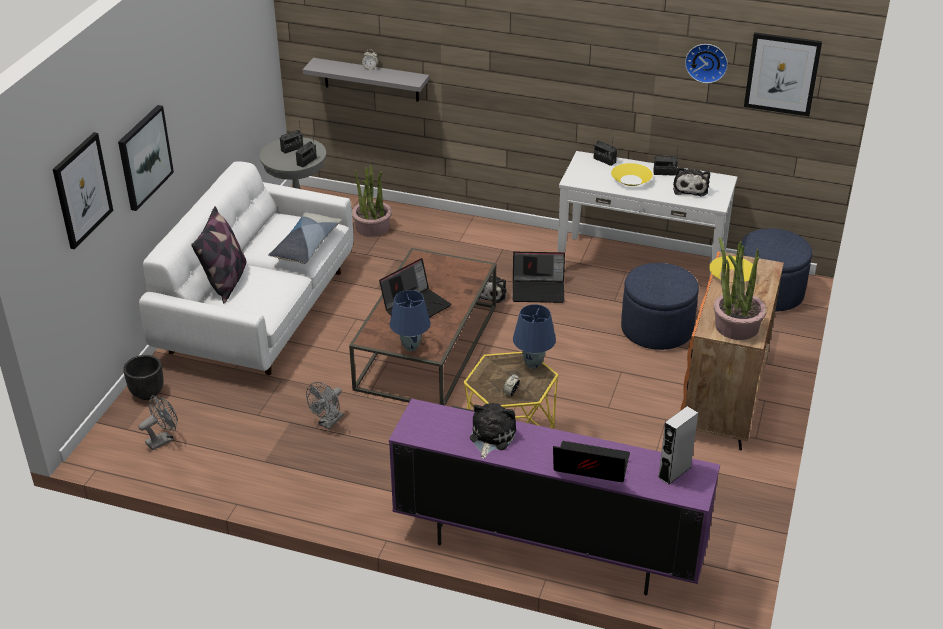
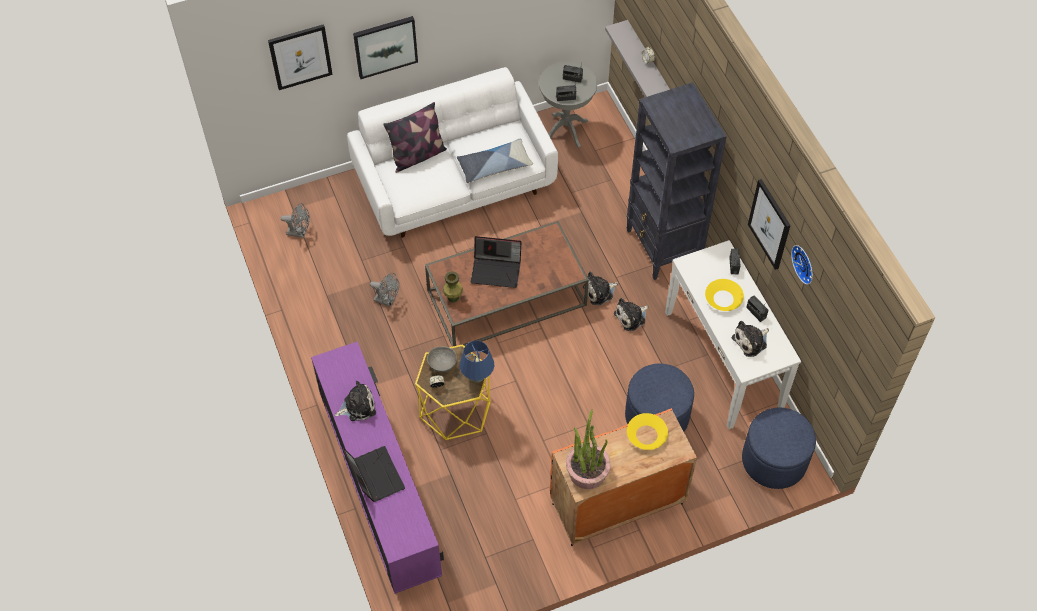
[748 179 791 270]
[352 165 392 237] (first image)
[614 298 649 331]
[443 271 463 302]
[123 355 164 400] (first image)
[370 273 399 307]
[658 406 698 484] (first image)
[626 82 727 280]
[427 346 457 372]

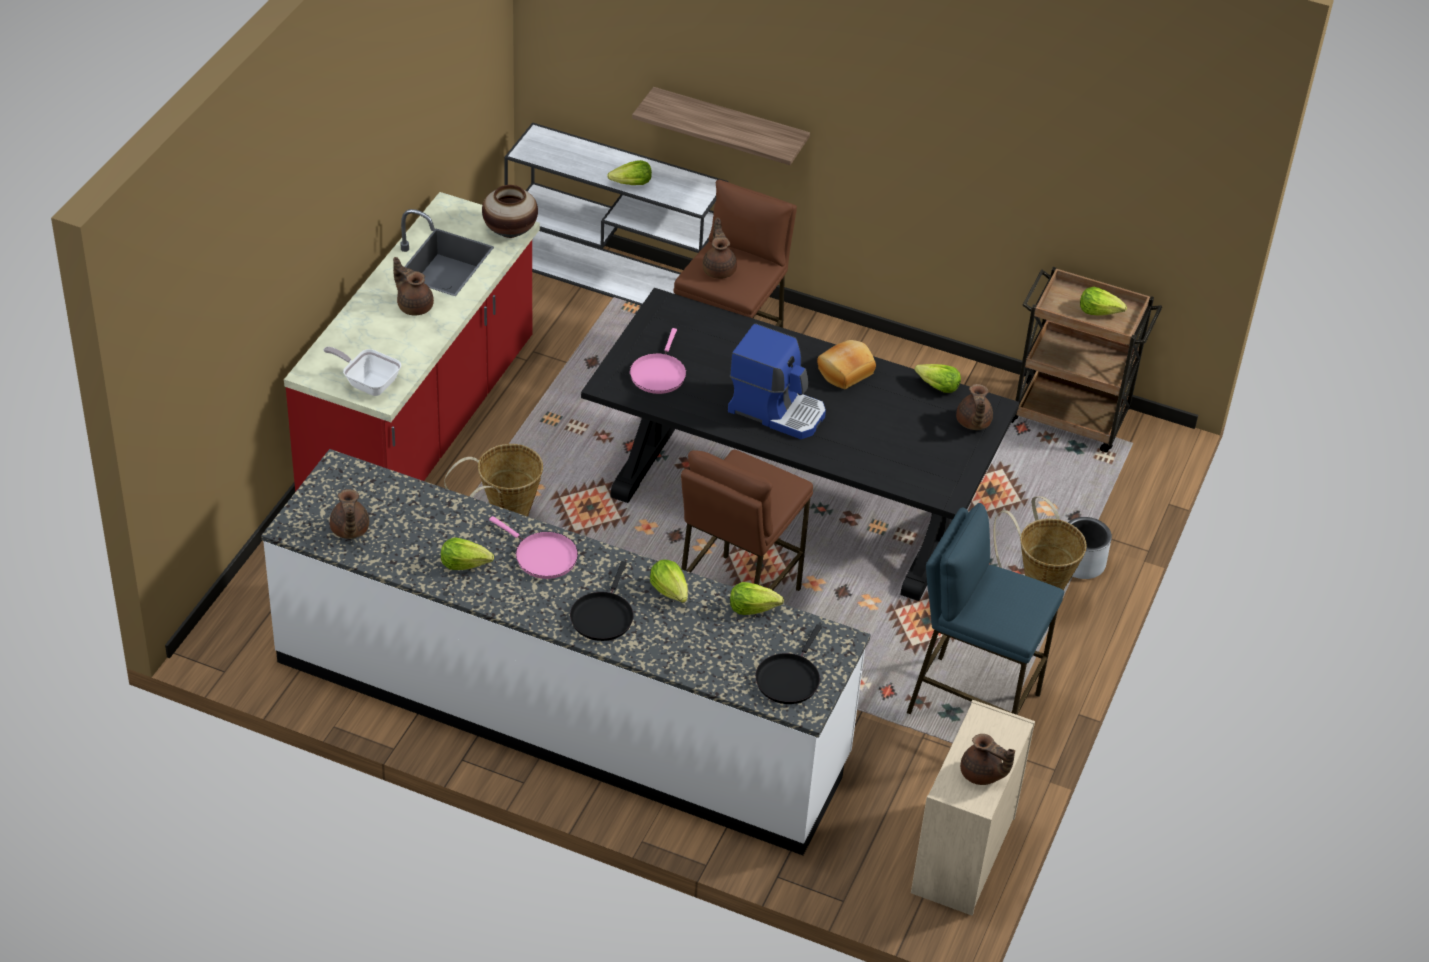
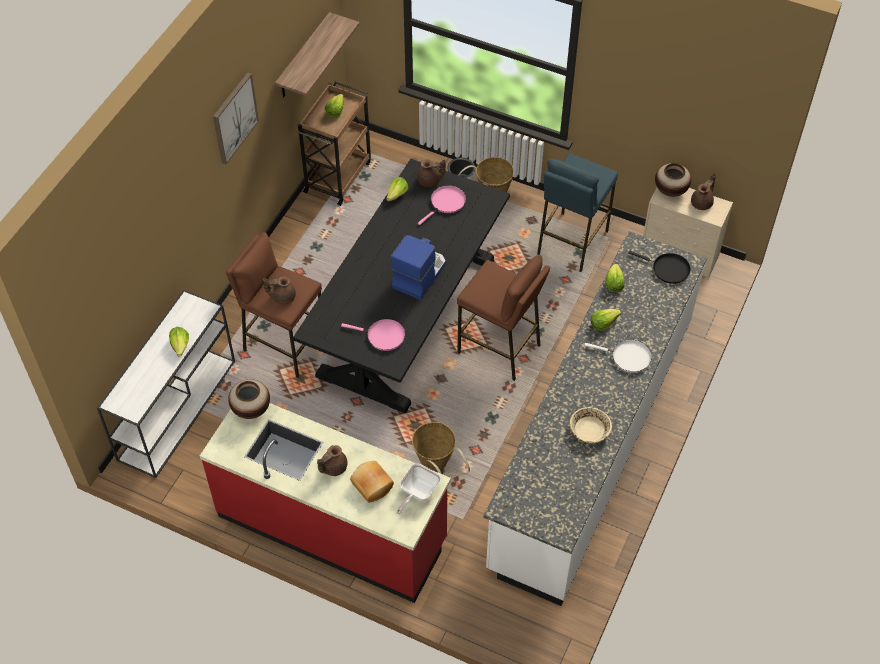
[275 12 360 97]
[350 461 394 503]
[330 489 369 539] (first image)
[418 185 466 225]
[569 407 612 444]
[585 339 652 373]
[213 72 259 164]
[655 163 691 197]

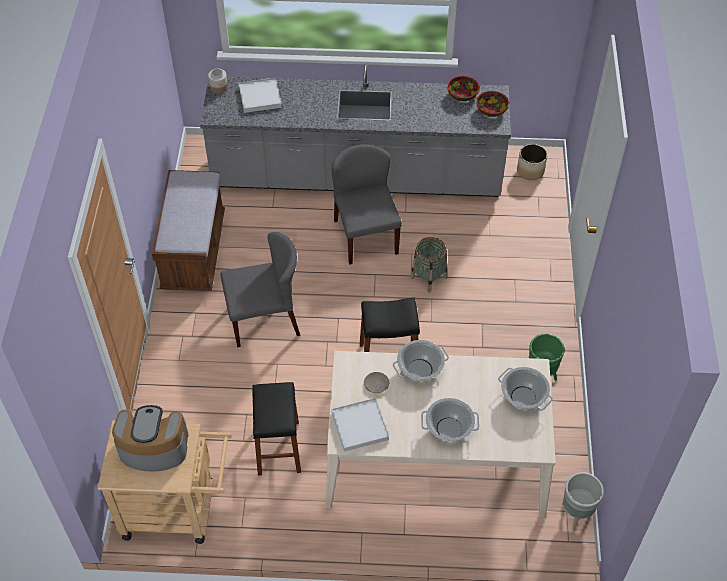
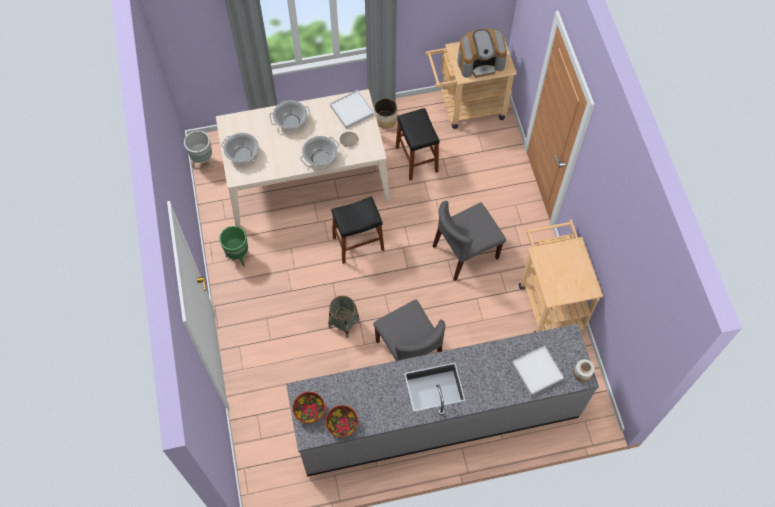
[374 98 397 129]
[519 219 603 332]

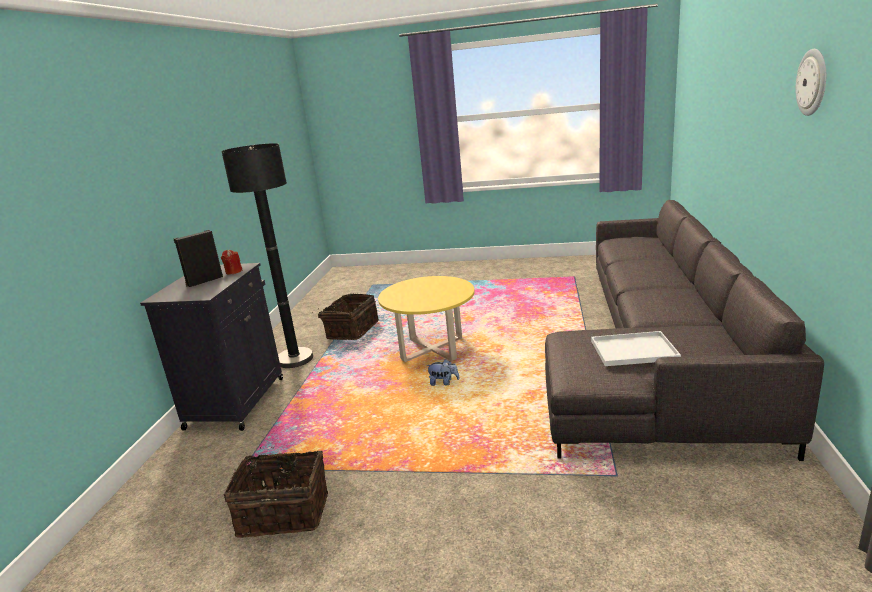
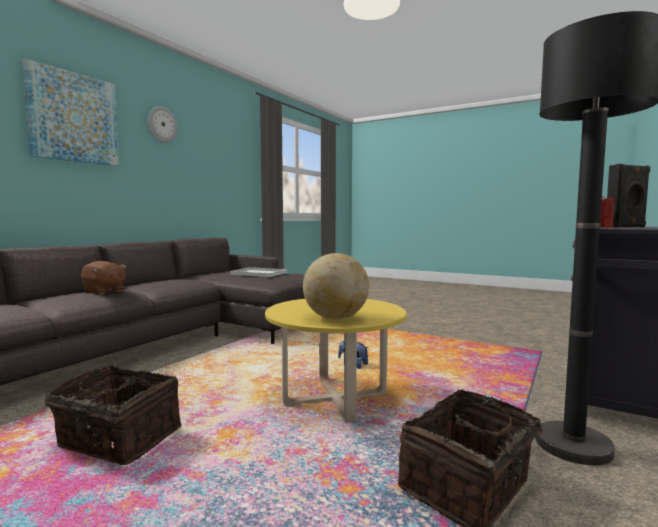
[45 365 181 465]
[22 59 119 166]
[303 253 369 320]
[81 261 127 295]

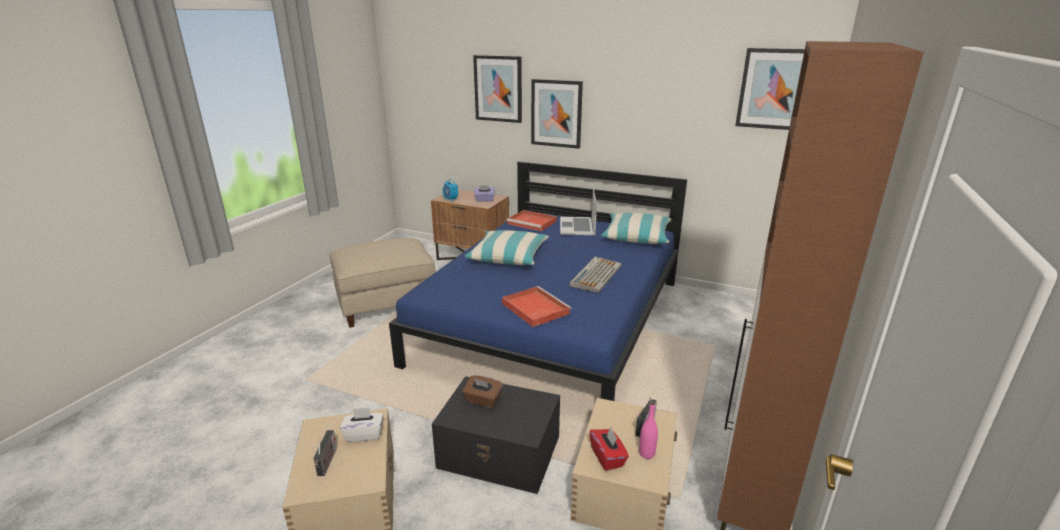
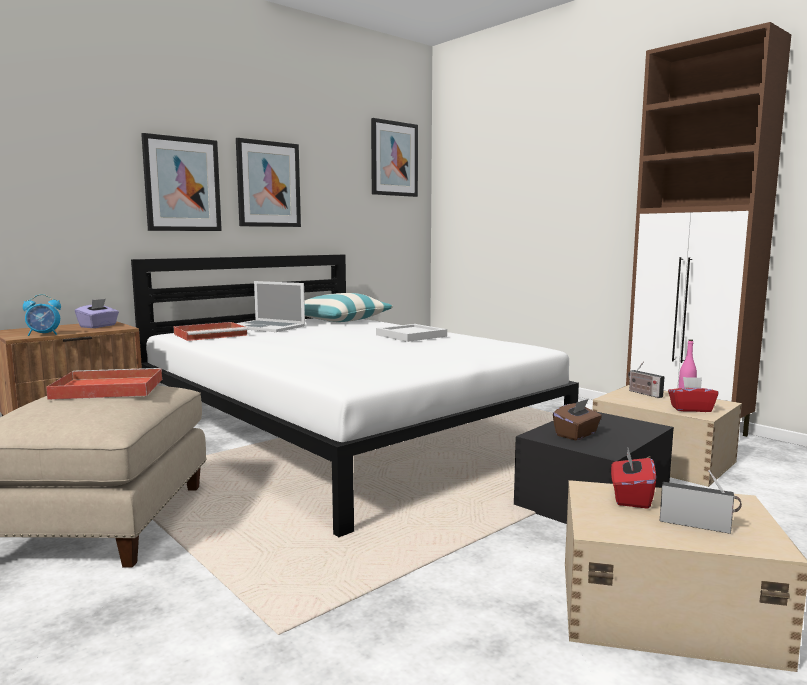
[236 138 301 227]
[131 255 579 537]
[465 230 549 265] (first image)
[376 324 447 342]
[46 368 162 400]
[611 448 656 509]

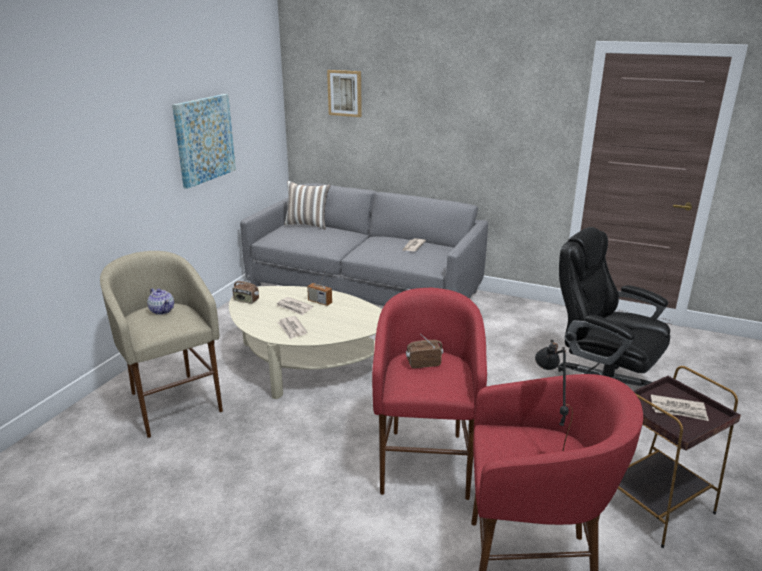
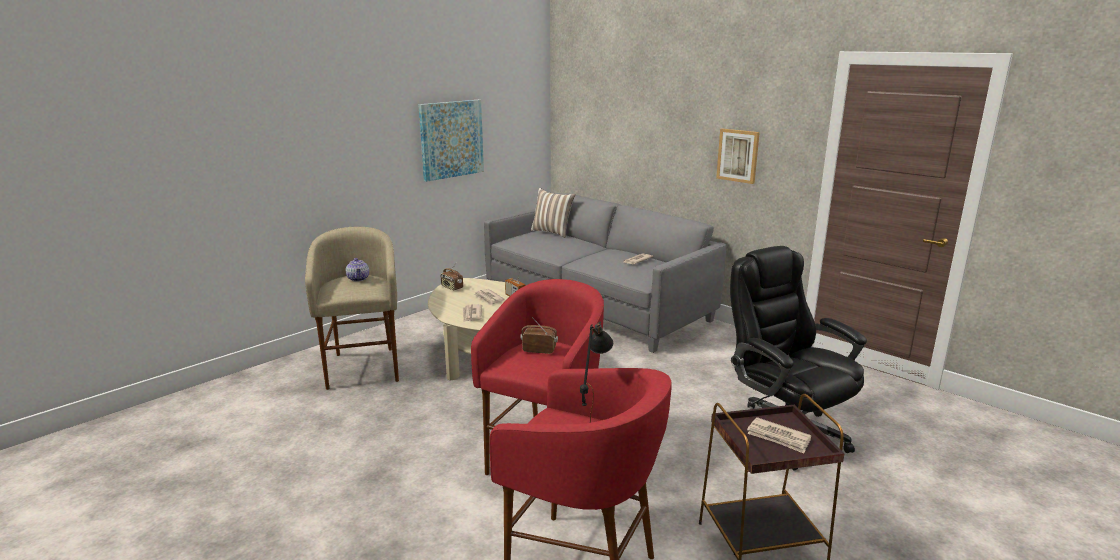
[716 129 760 184]

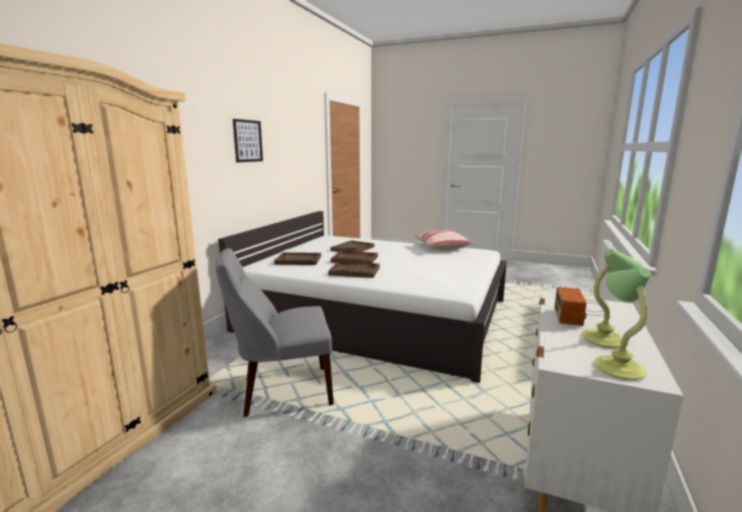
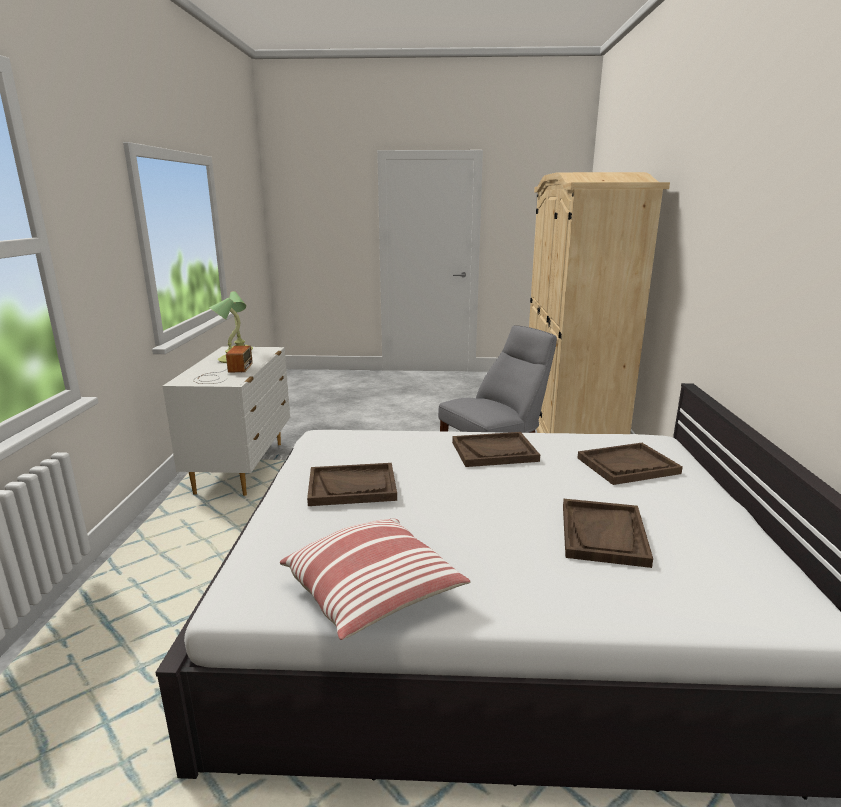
[233 119 263 162] (first image)
[307 463 397 506]

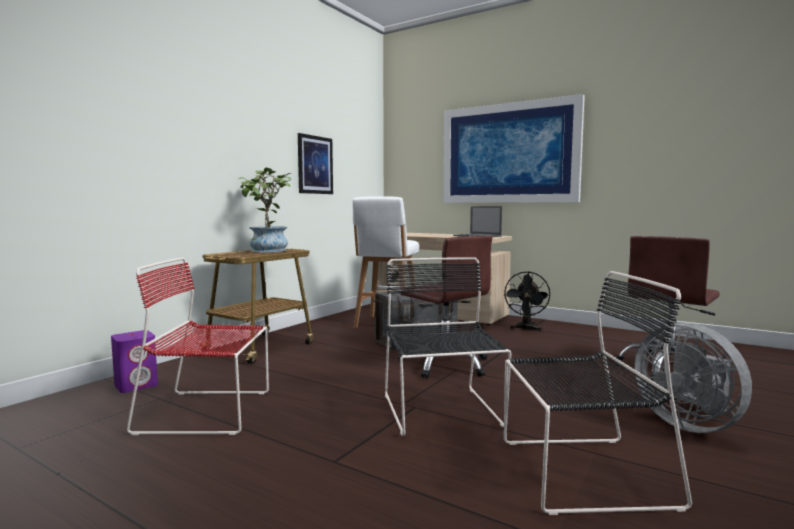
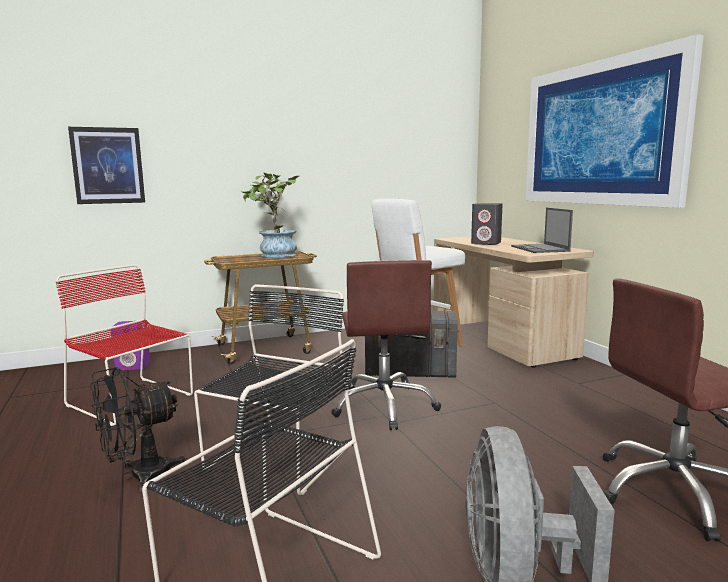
[68 127 145 204]
[90 367 185 492]
[471 203 503 245]

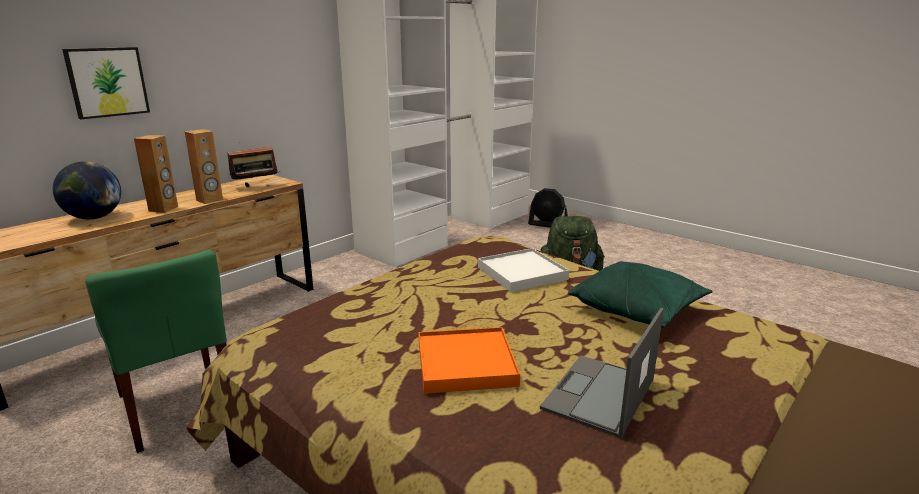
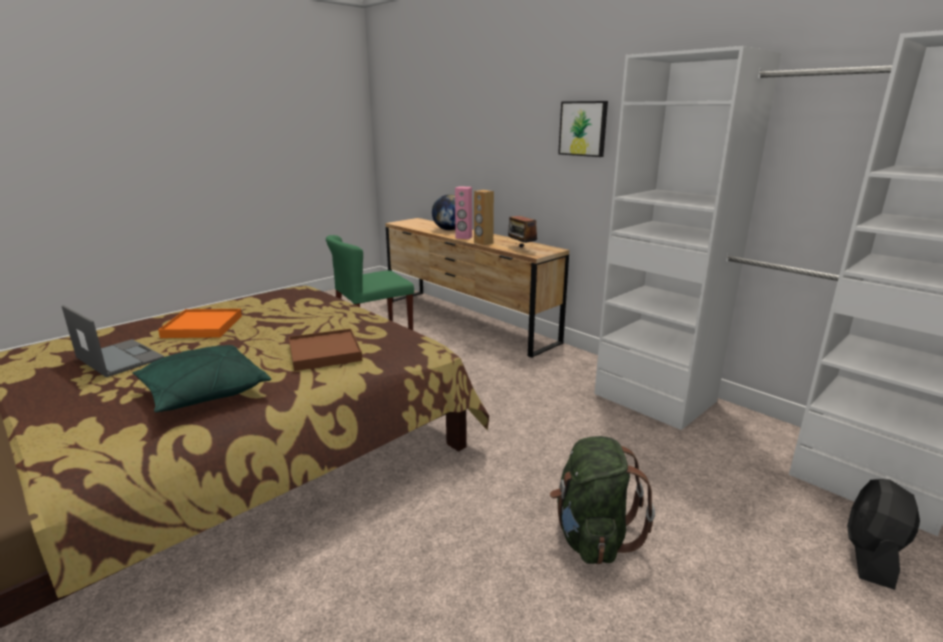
[558 101 608 157]
[455 186 472 239]
[289 329 362 371]

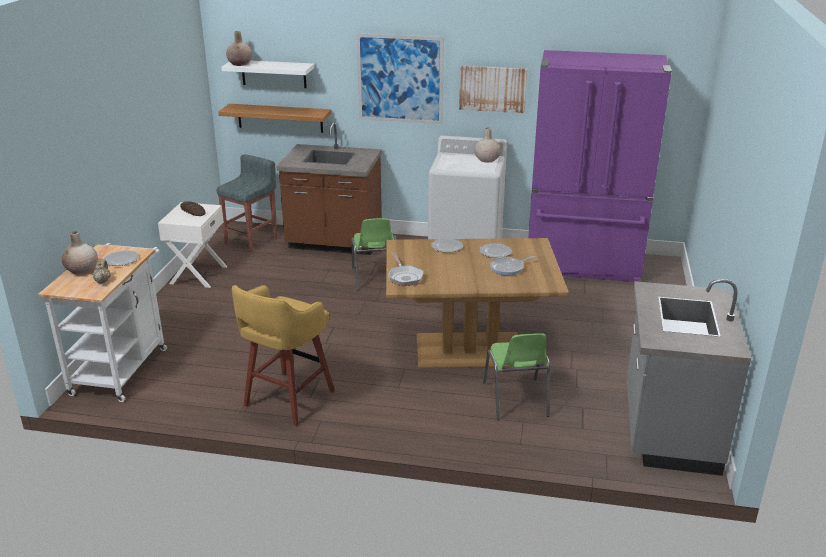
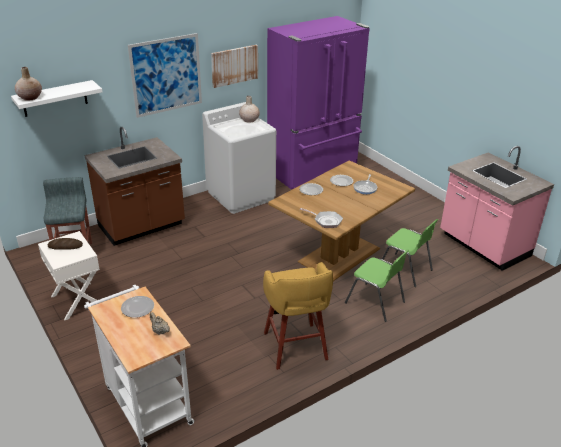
[218 104 331 133] (first image)
[345 249 409 322]
[61 231 98 275] (first image)
[440 146 554 271]

